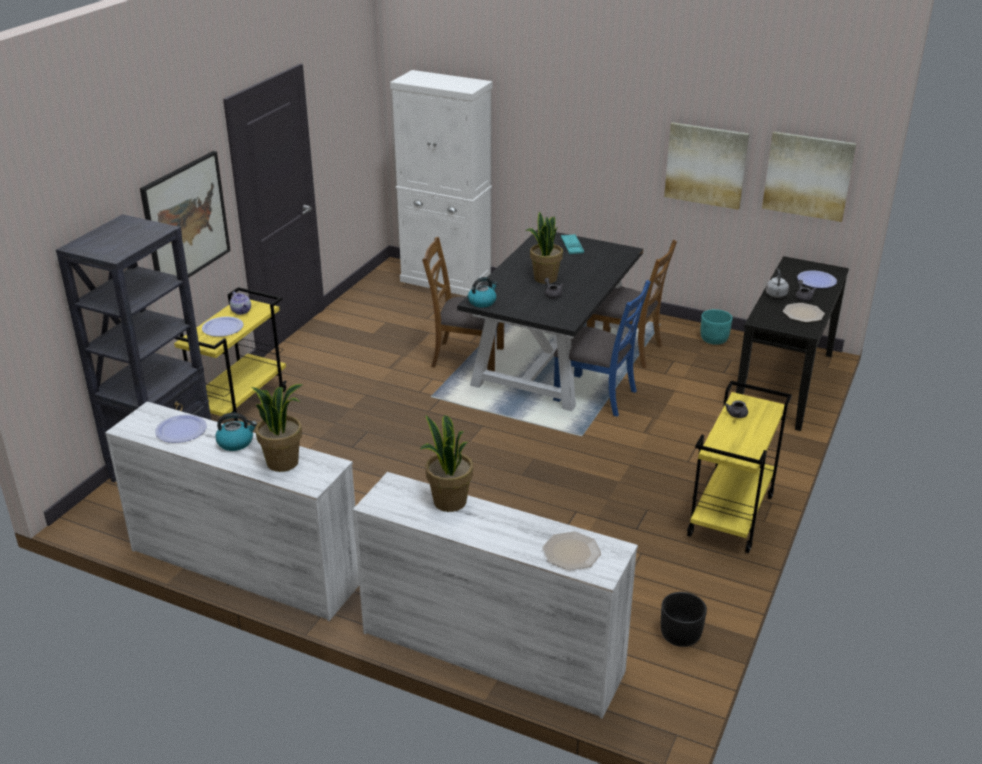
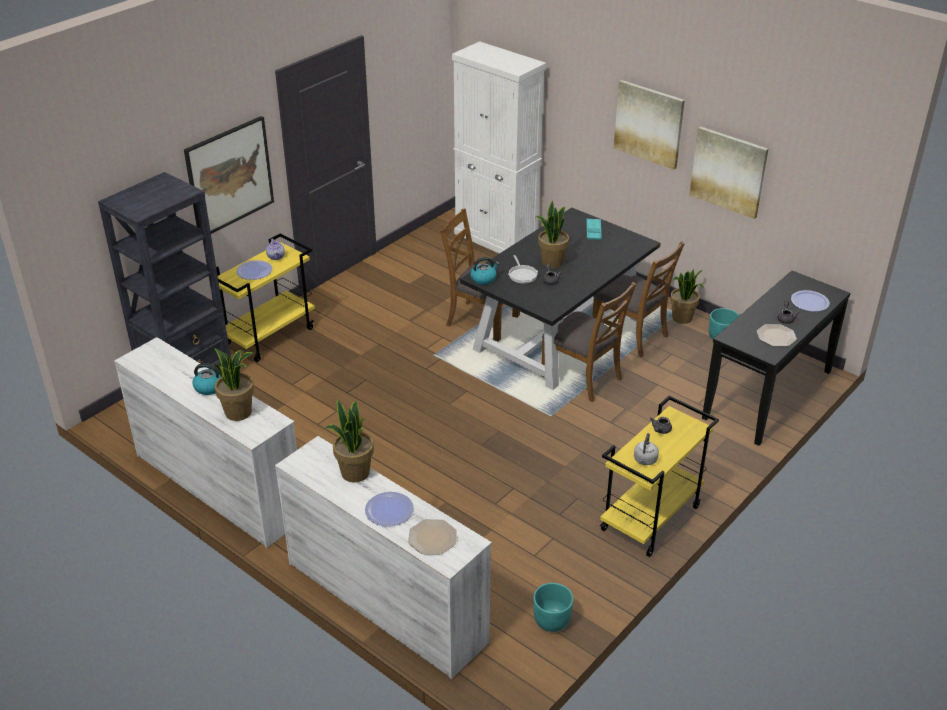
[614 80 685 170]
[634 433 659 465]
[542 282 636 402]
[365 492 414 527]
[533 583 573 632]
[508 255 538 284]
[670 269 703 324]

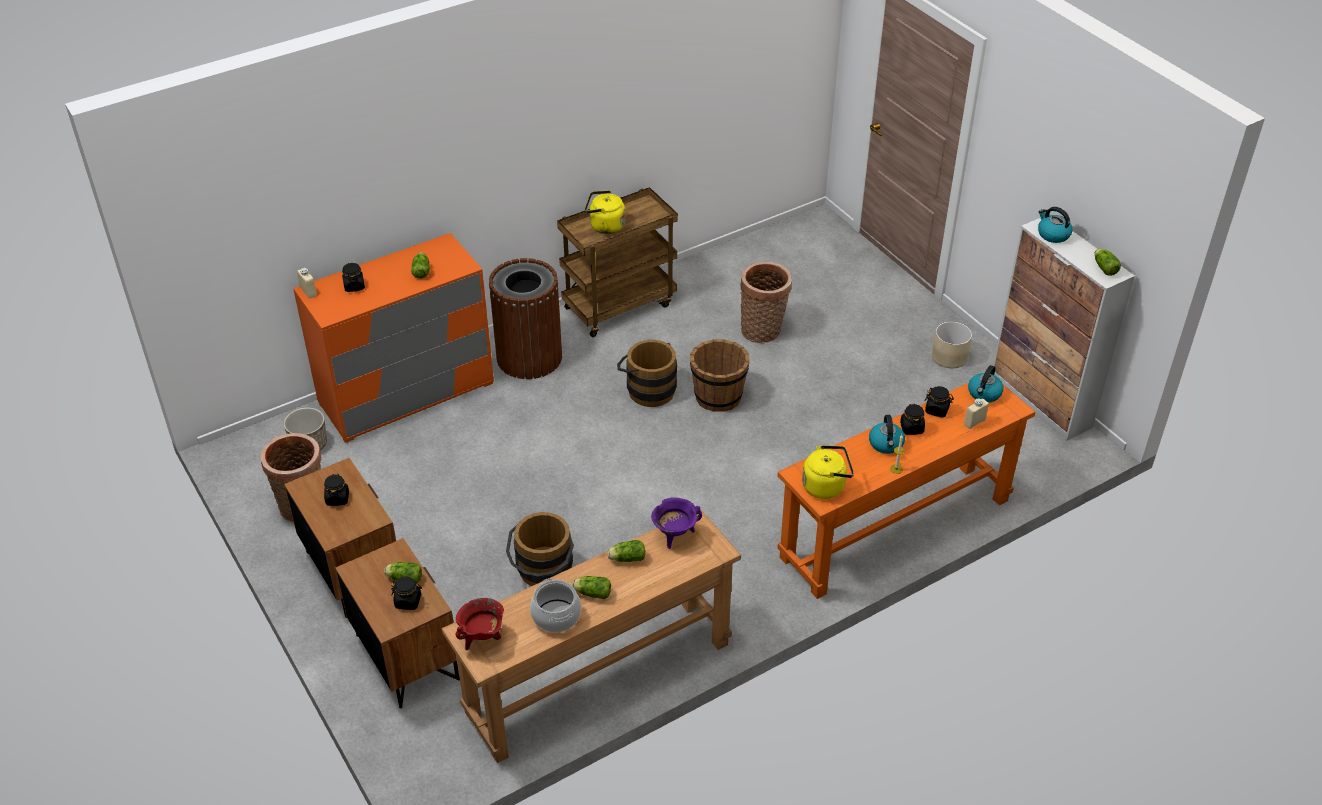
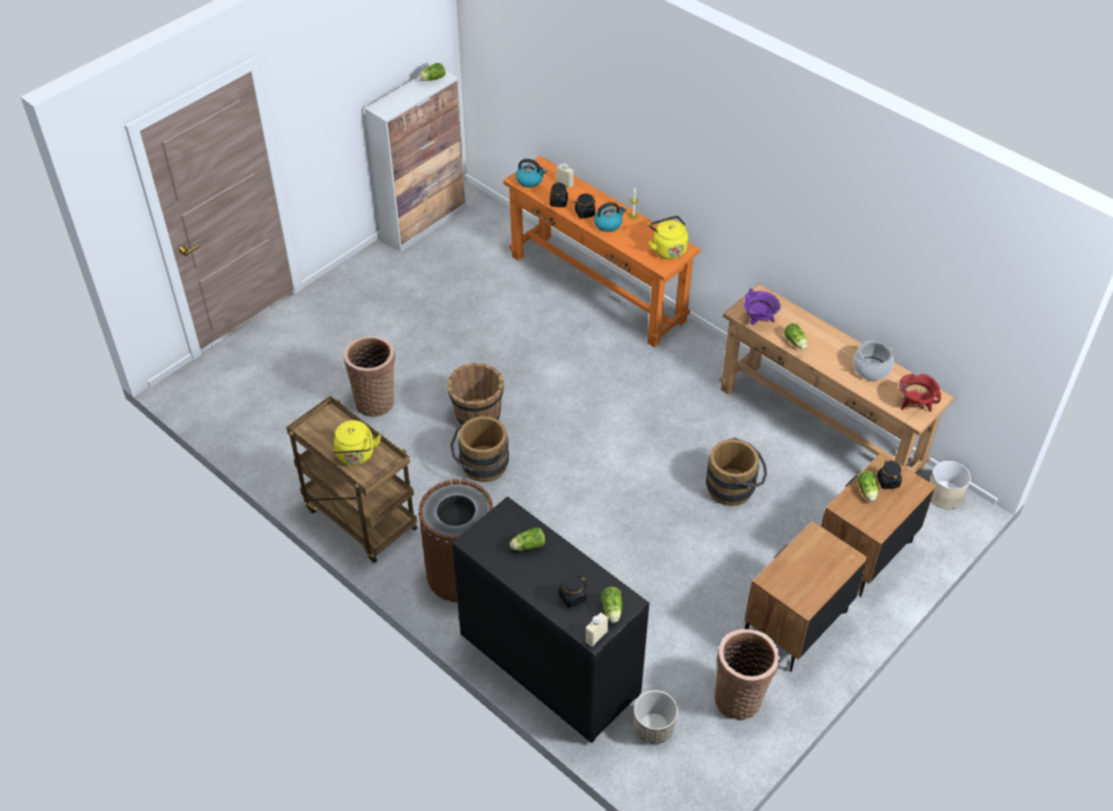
[1038 207 1073 243] (first image)
[452 496 649 743]
[930 461 971 509]
[324 474 349 506] (first image)
[601 587 622 623]

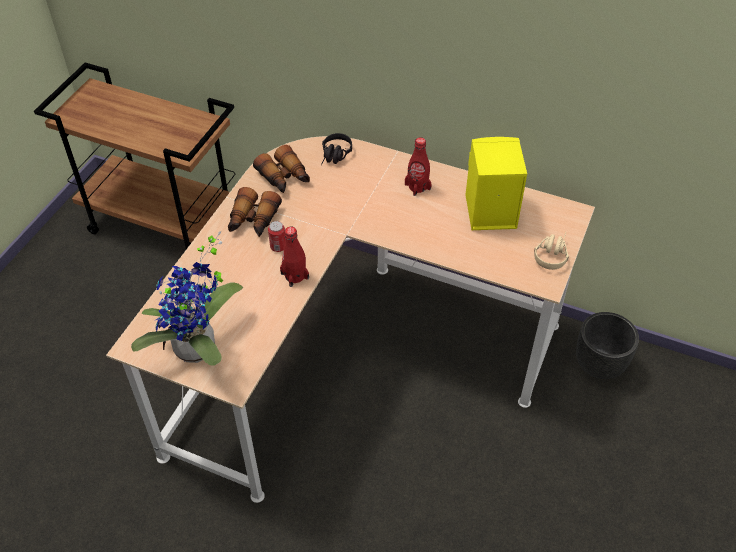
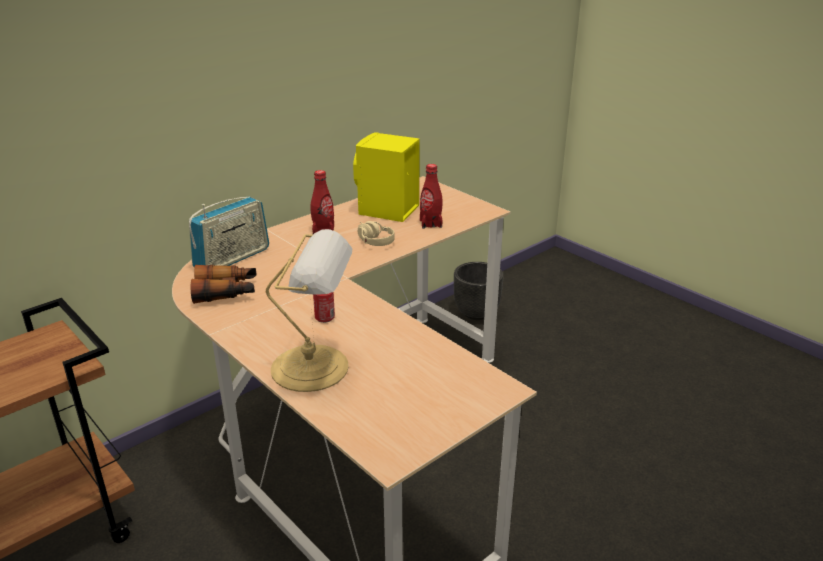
[189 197 269 268]
[228 187 282 237] (first image)
[420 164 443 229]
[131 231 243 366] (first image)
[358 221 395 246]
[266 229 352 392]

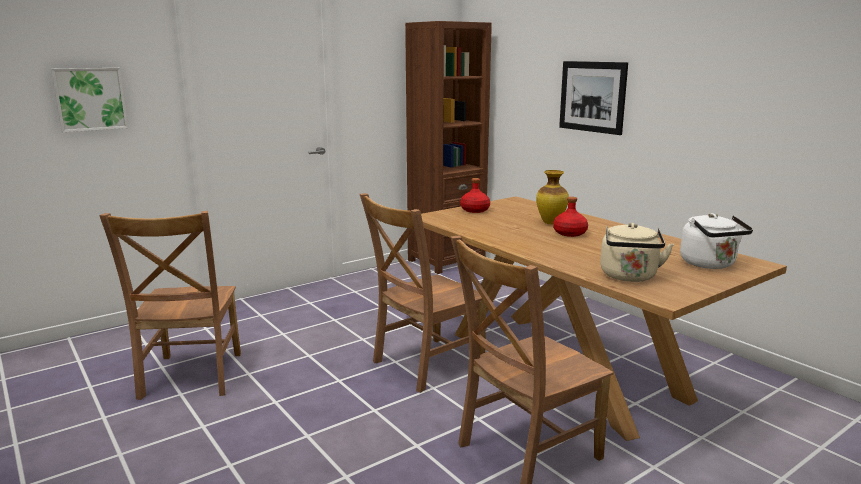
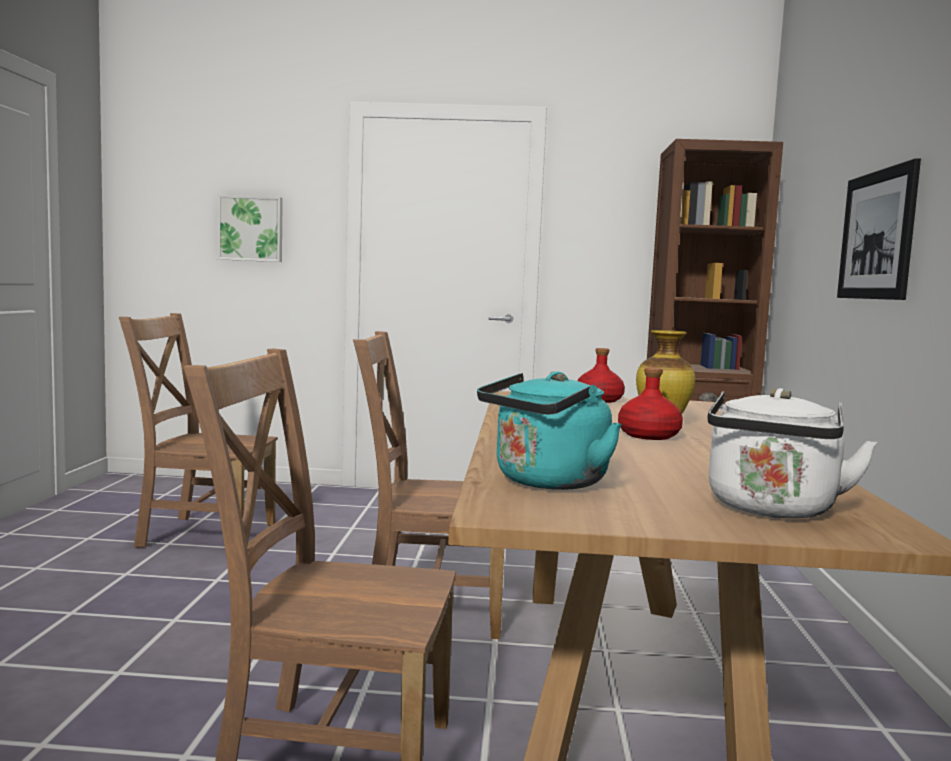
[119 313 278 548]
[477 371 622 490]

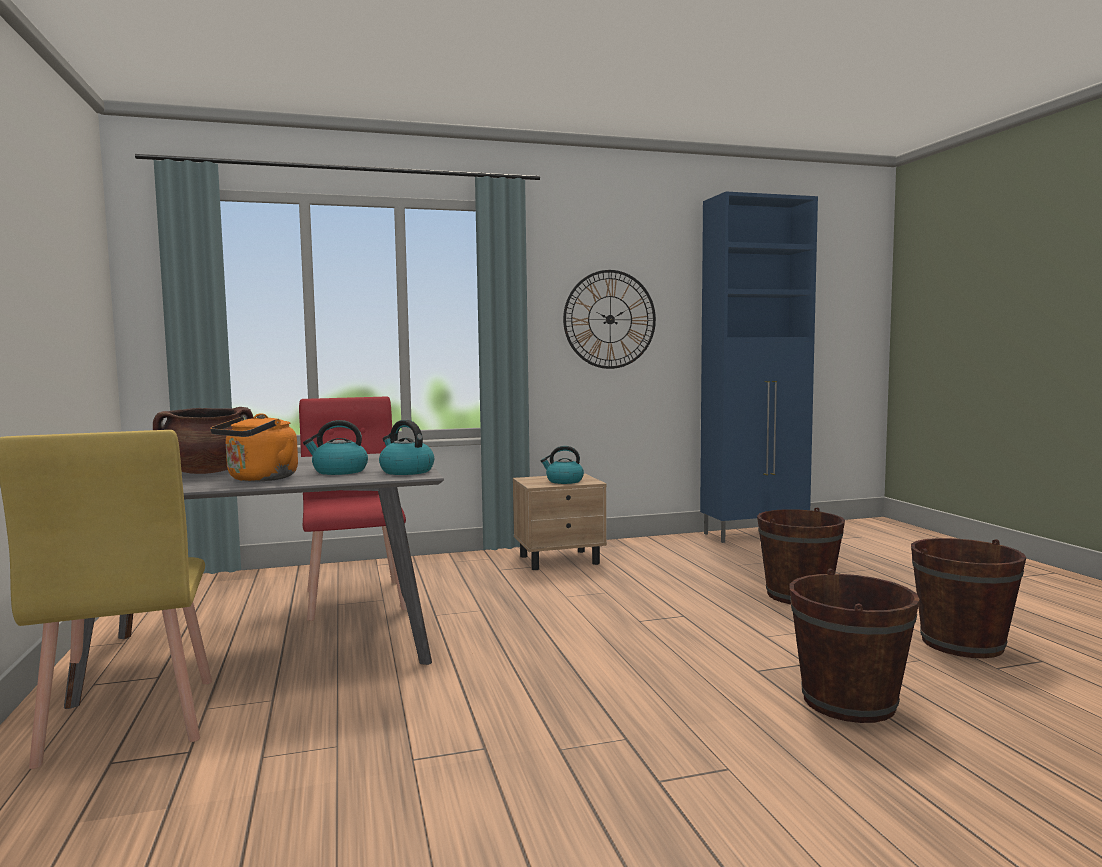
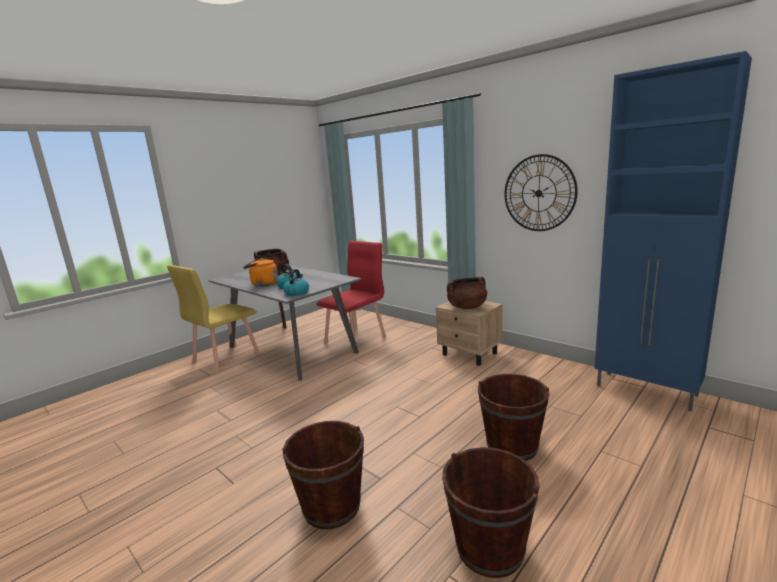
[447 276 487 309]

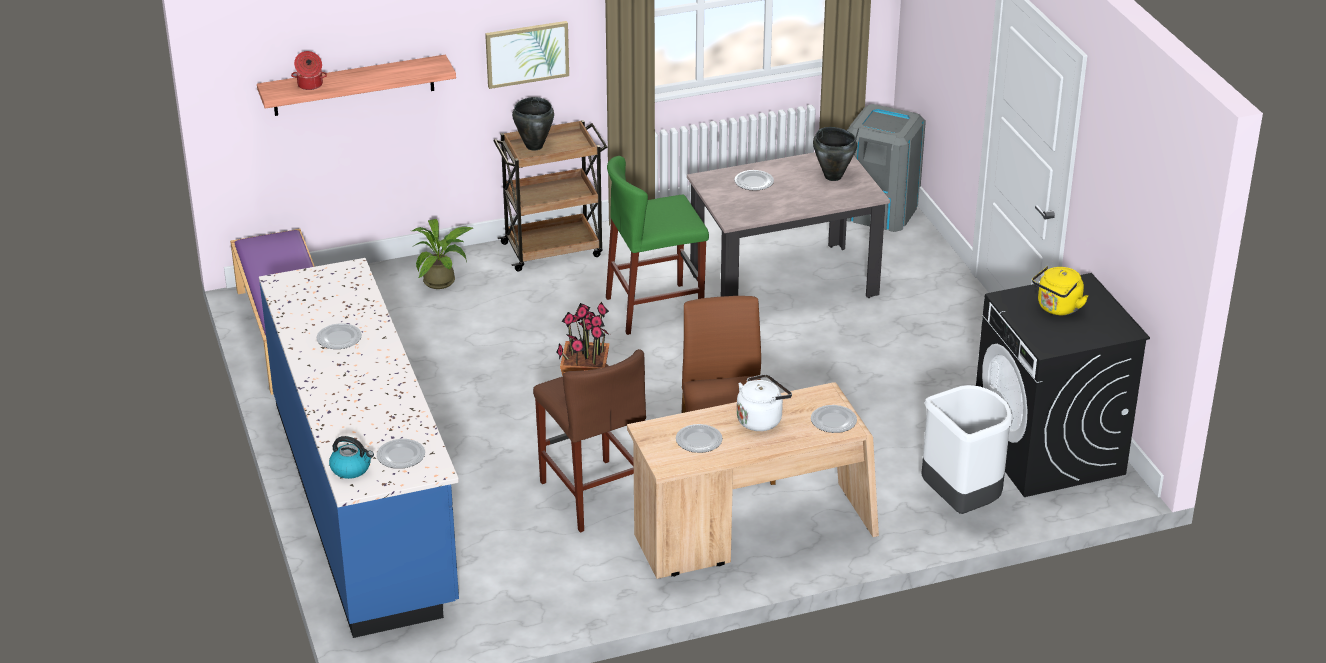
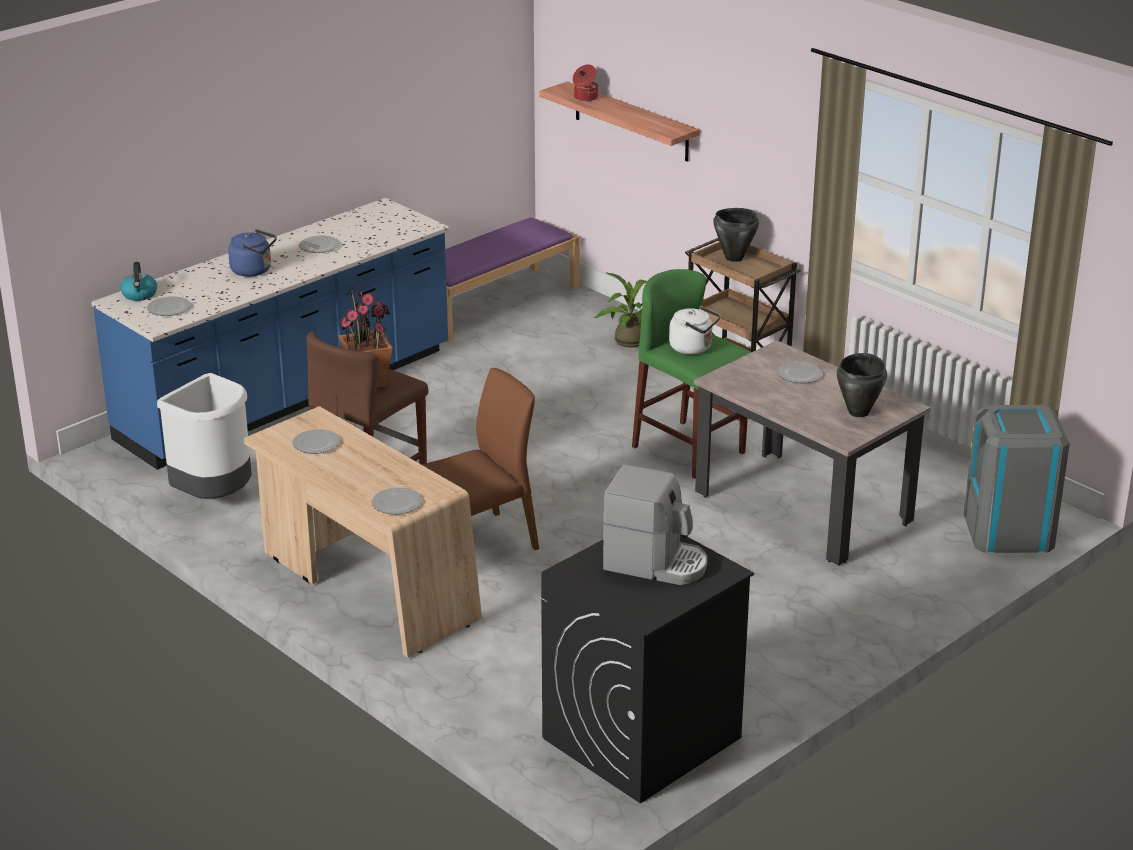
[485 21 569 89] (first image)
[603 464 707 585]
[669 306 721 355]
[157 373 252 499]
[228 229 277 277]

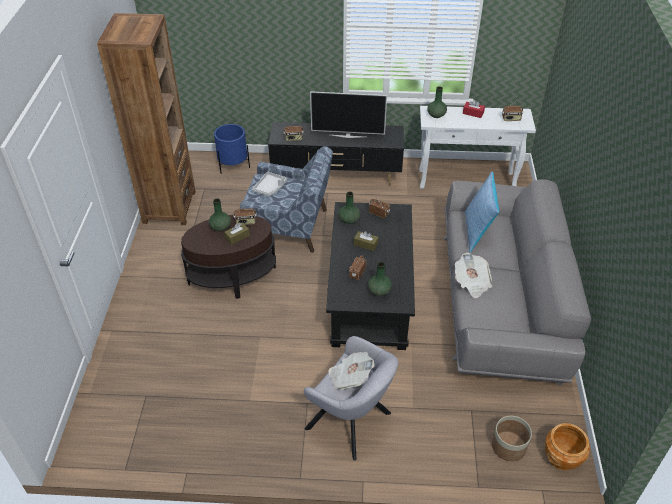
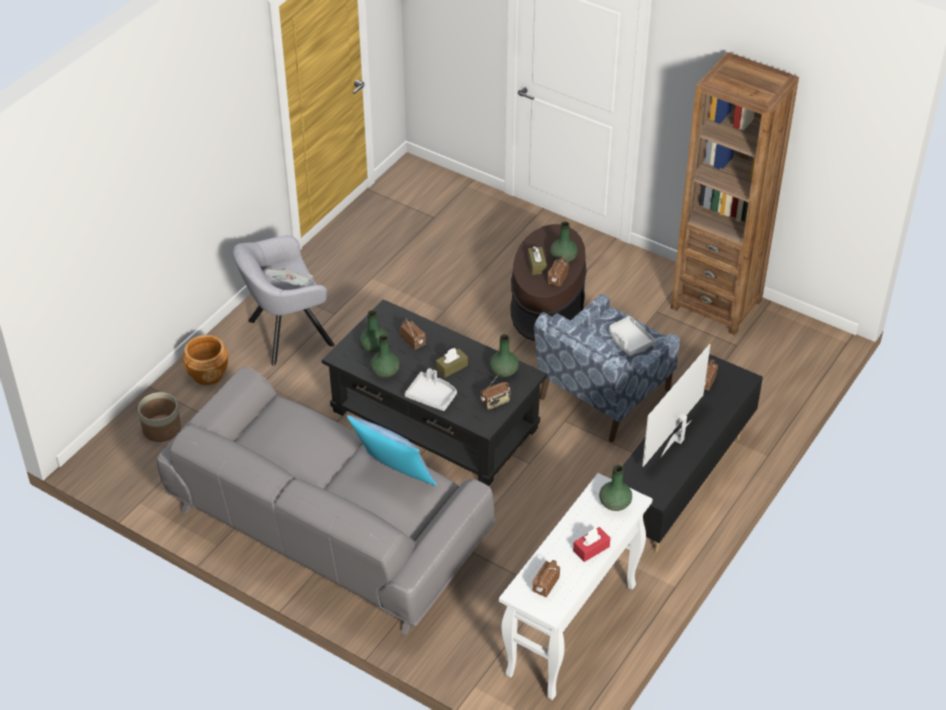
[214 124 250 174] (first image)
[455 253 492 298] (first image)
[182 335 229 385]
[370 335 400 378]
[405 368 457 411]

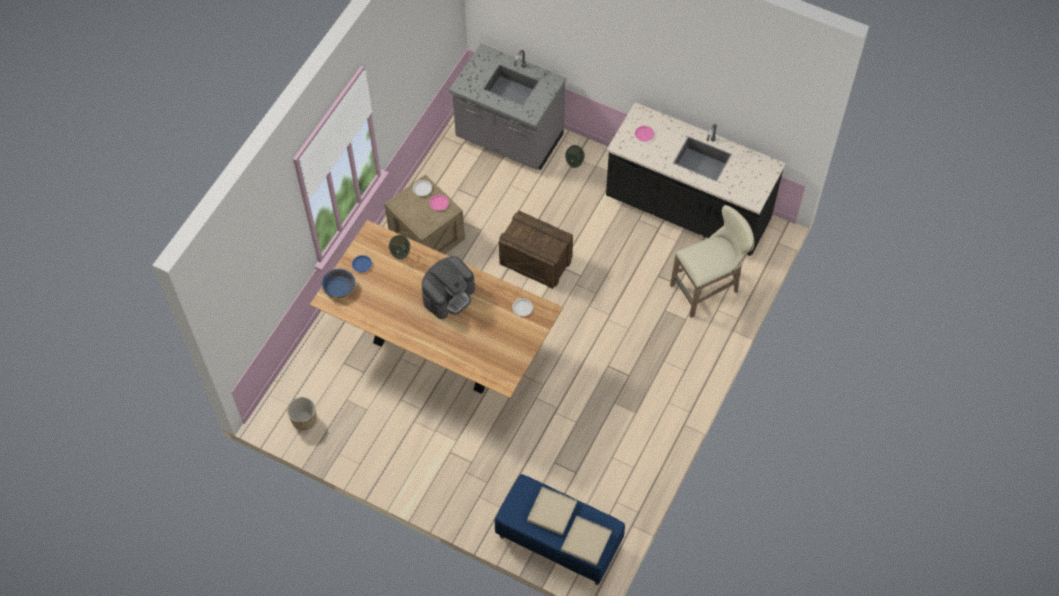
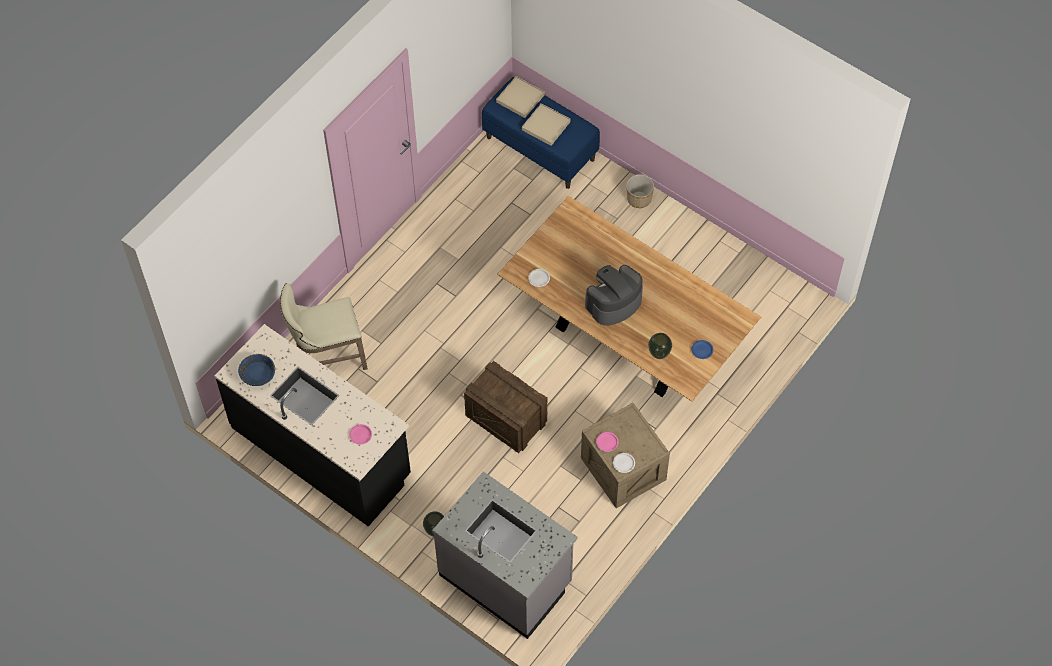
[238 354 275 386]
[626 174 654 208]

